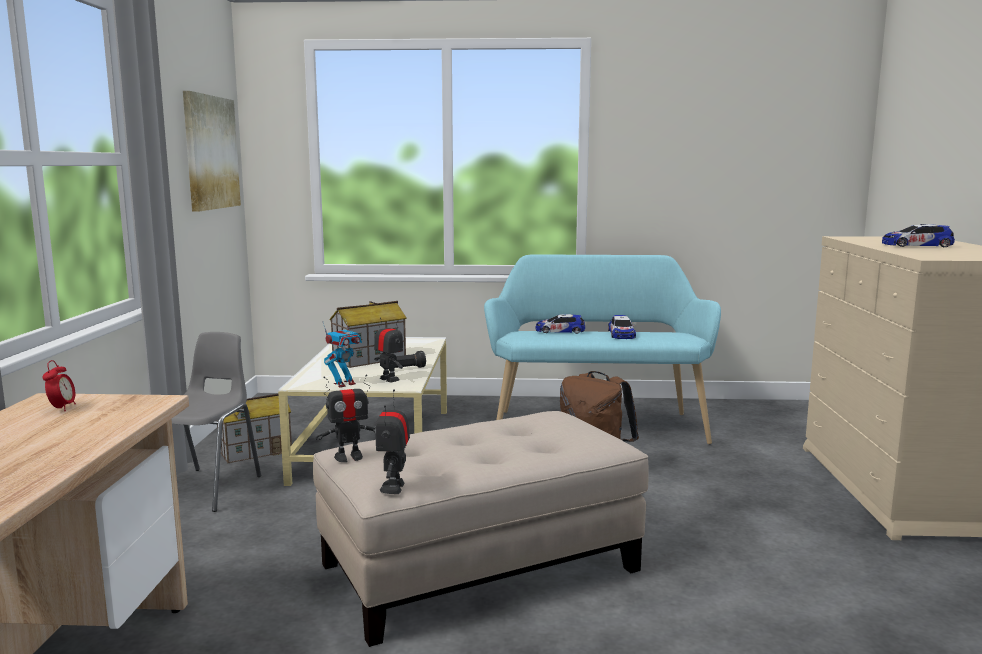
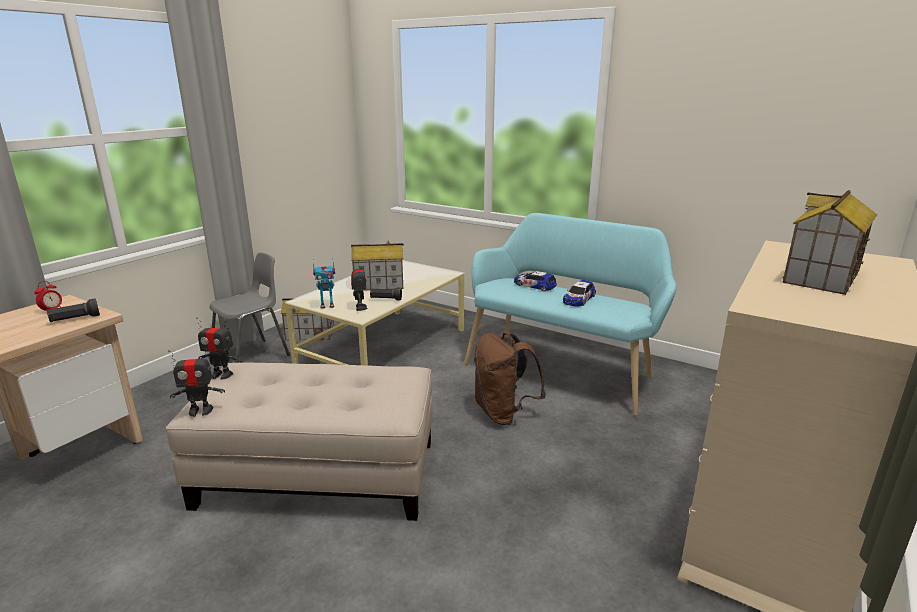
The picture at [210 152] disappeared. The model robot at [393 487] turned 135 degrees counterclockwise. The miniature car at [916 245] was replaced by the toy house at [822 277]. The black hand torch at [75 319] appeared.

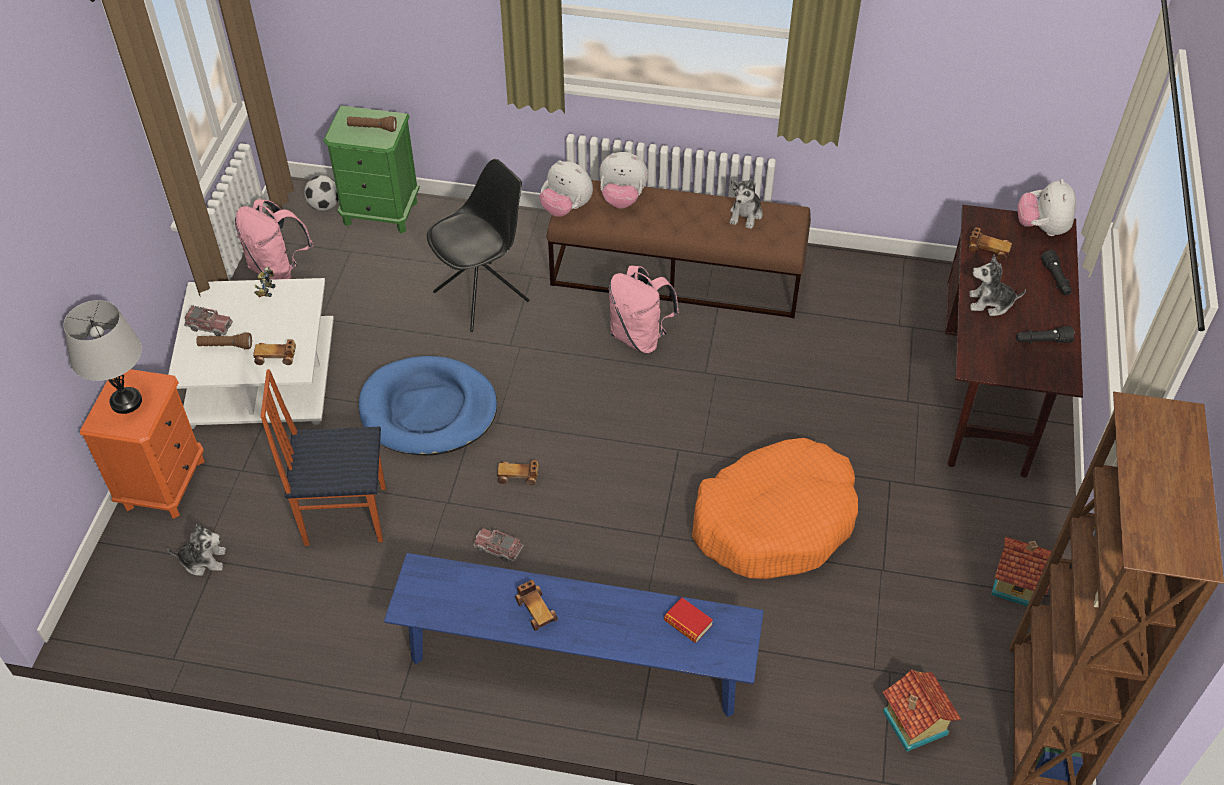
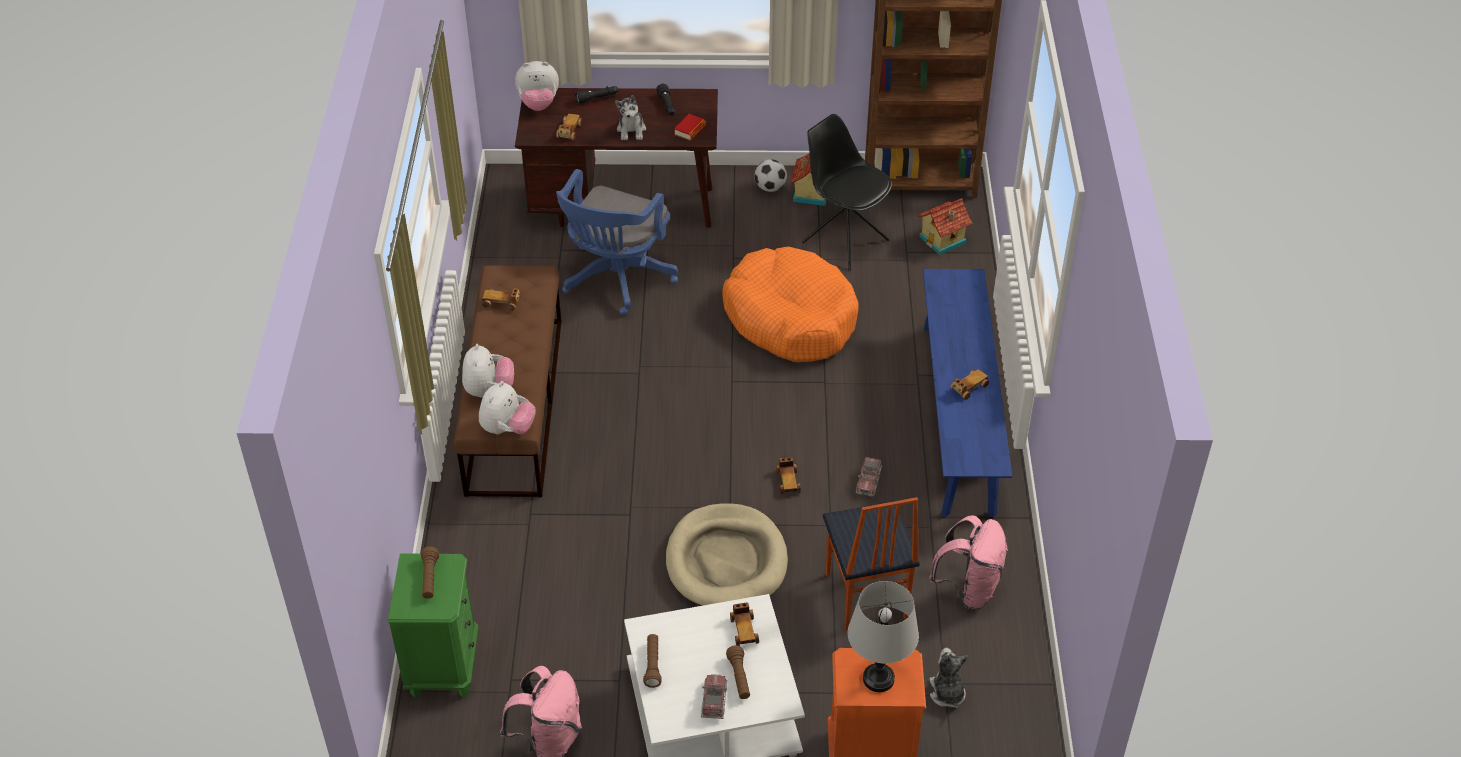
The model robot at [266 290] was replaced by the brown-coloured hand torch at [652 665]. The football ball moved from [325 206] to [770 188]. The blue pet bed at [428 410] became the beige pet bed at [726 561]. The black plain chair moved from [483 296] to [844 240]. The pinkish knapsack moved from [639 337] to [968 589]. The volume moved from [688 623] to [690 130]. The soft toy at [746 215] was replaced by the miniature car at [502 303]. The blue desk chair at [615 280] appeared.

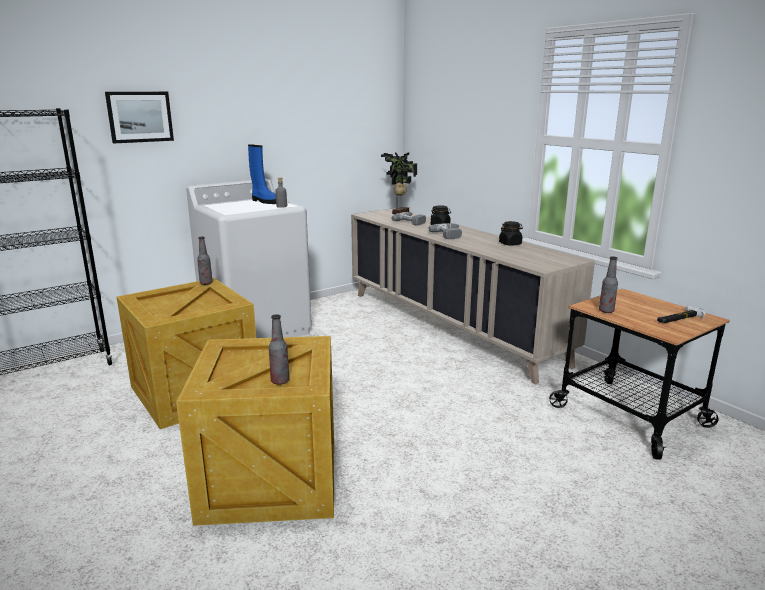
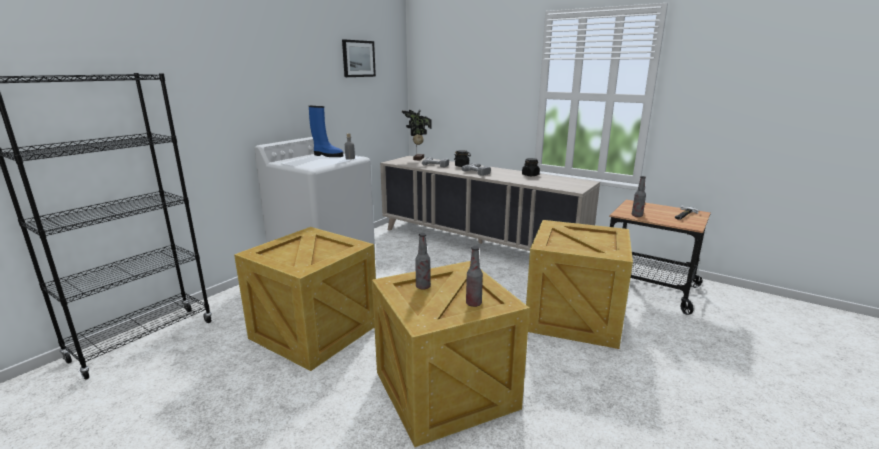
The picture moved from [140 117] to [358 58]. The bottle moved from [206 283] to [423 287]. The crate at [572 316] appeared.

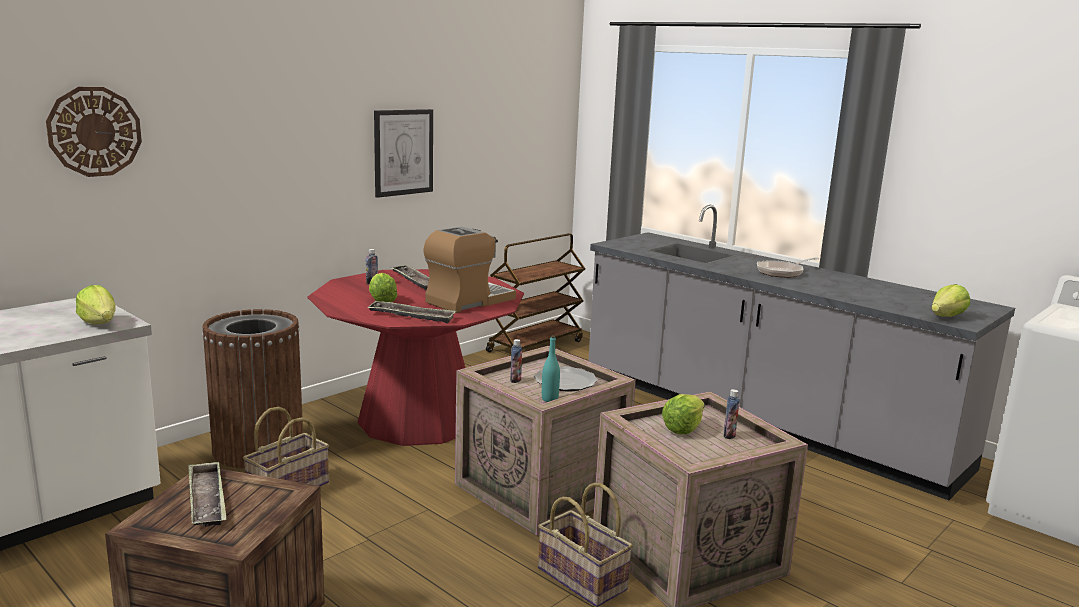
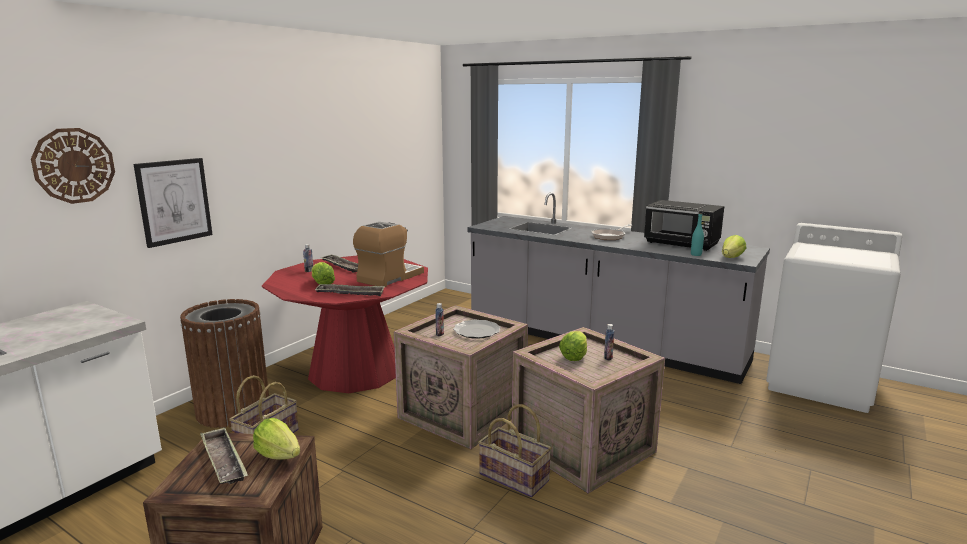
The head of lettuce moved from [100 323] to [279 455]. The picture moved from [403 152] to [174 201]. The brown-coloured cart at [535 346] disappeared. The blue-green bottle moved from [549 399] to [696 254]. The black kitchen microwave at [682 244] appeared.

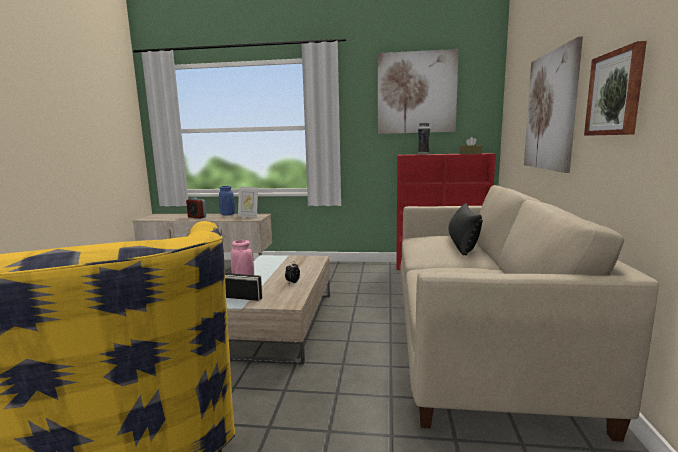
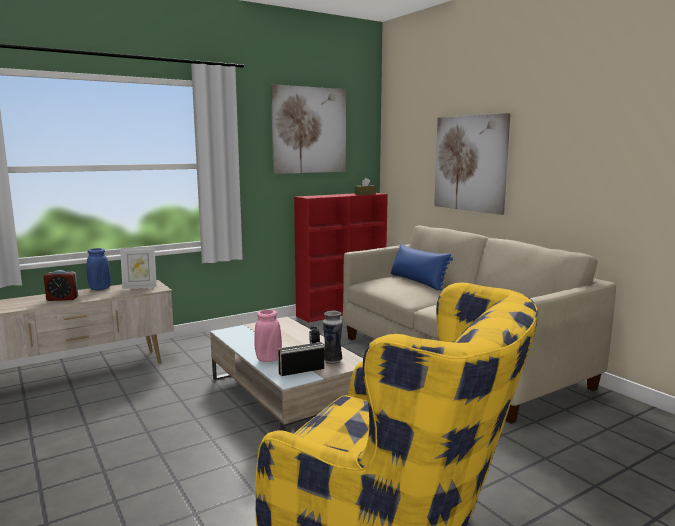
The decorative vase moved from [423 154] to [332 361]. The black throw pillow at [462 244] became the blue throw pillow at [417 282]. The picture at [615 93] disappeared.

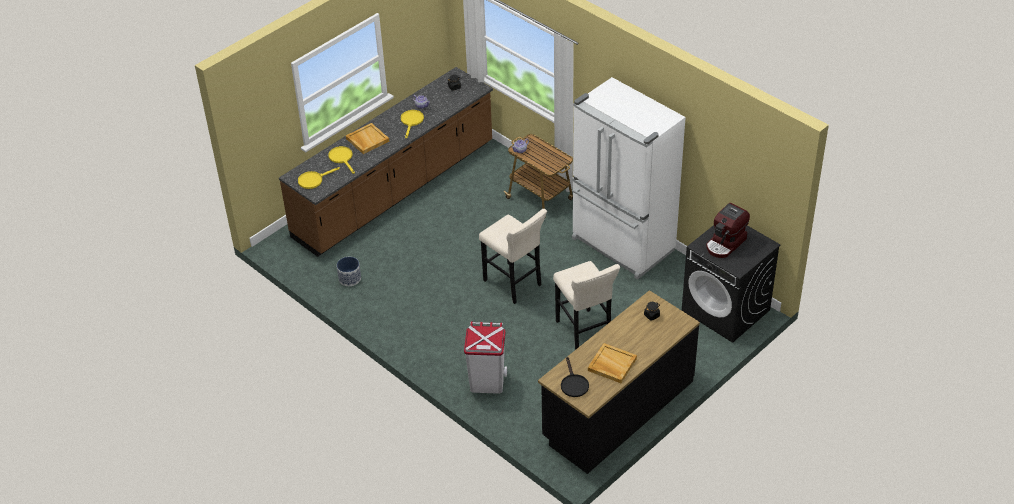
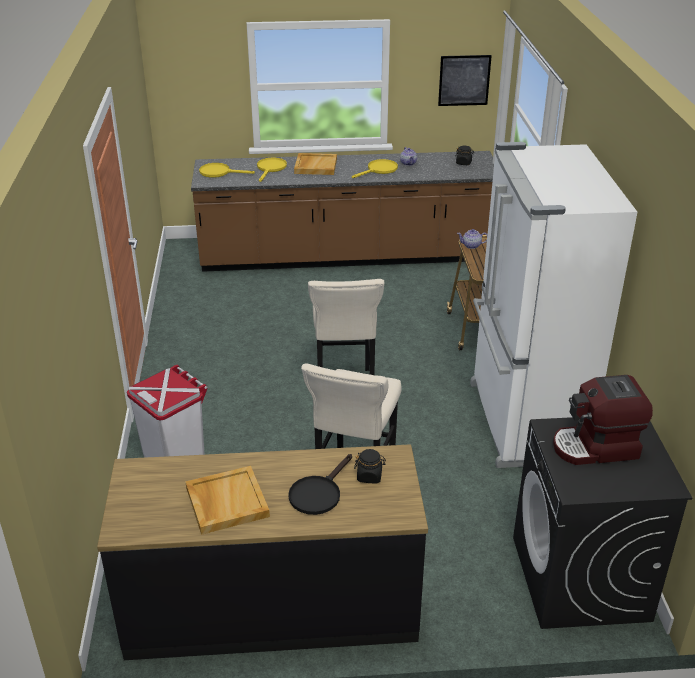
The planter at [349 278] disappeared. The black frying pan moved from [573 384] to [318 493]. The picture at [464 80] appeared.

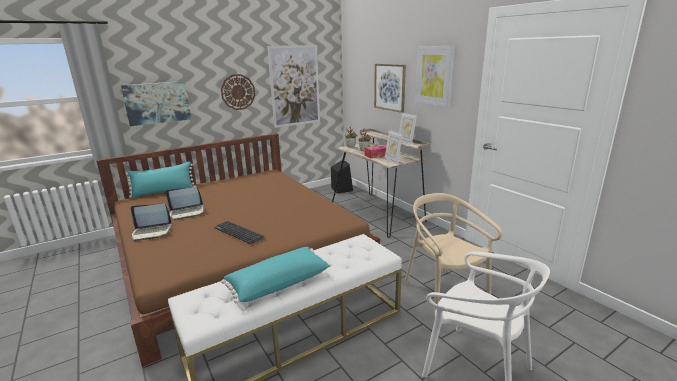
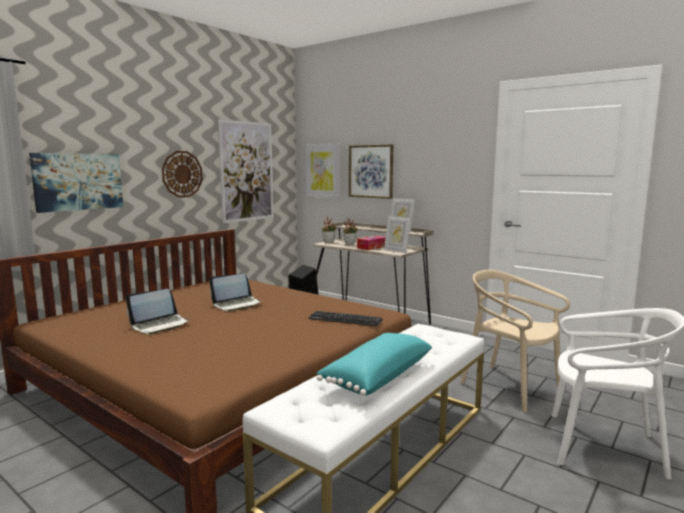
The blue-green throw pillow at [164 192] disappeared. The laptop moved from [152 232] to [237 304]. The PC keyboard moved from [238 233] to [345 319]. The picture moved from [434 76] to [323 171].

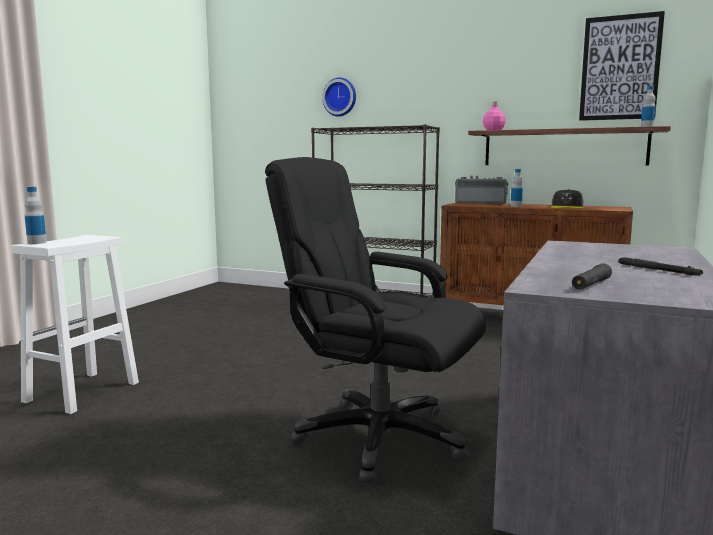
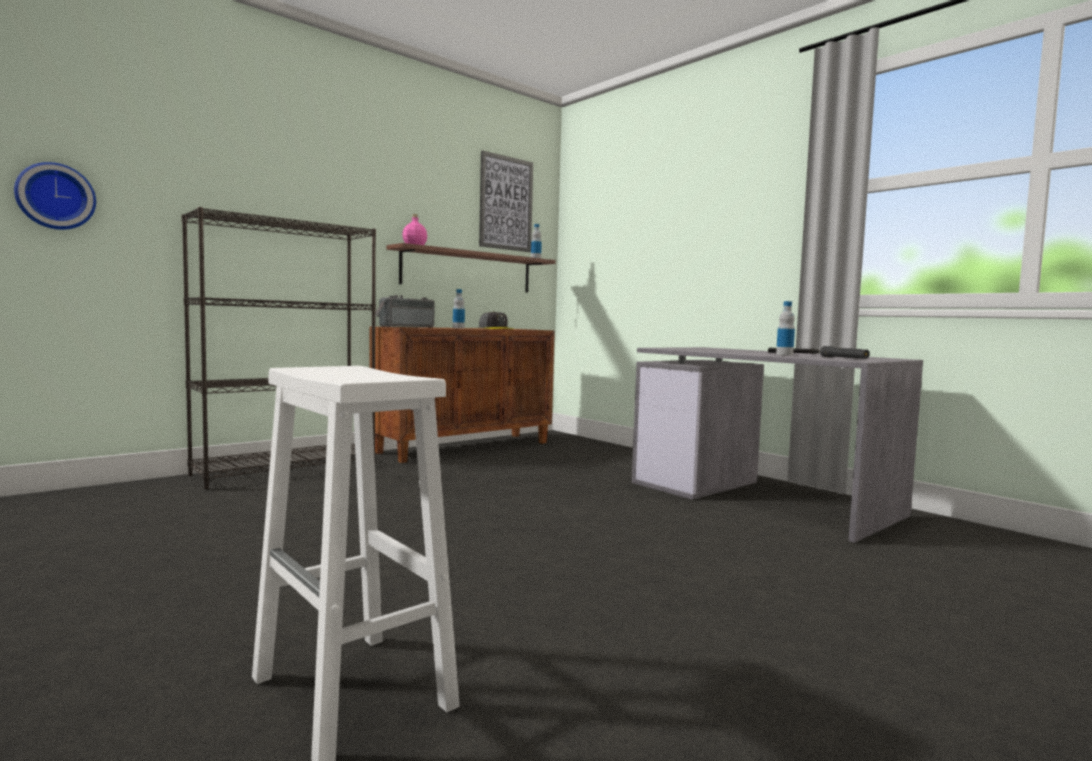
The bottle moved from [37 242] to [784 355]. The black desk chair at [378 438] disappeared. The clock on the wall moved from [340 97] to [55 197].

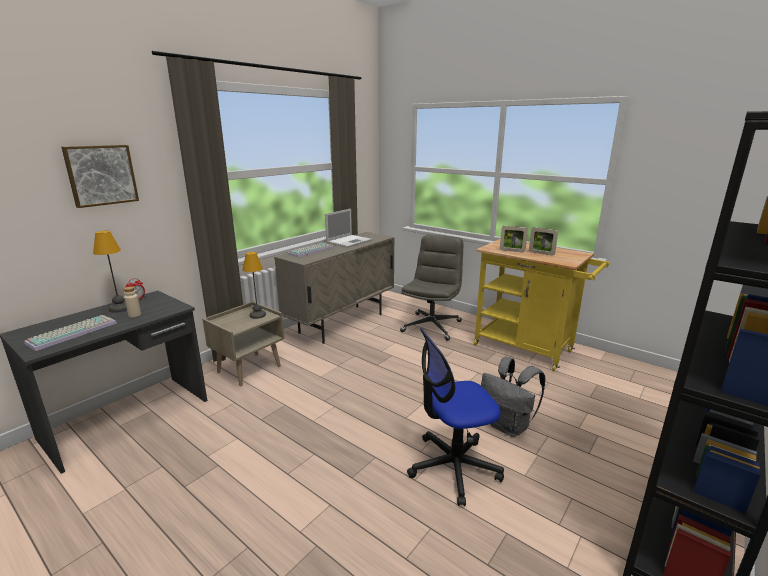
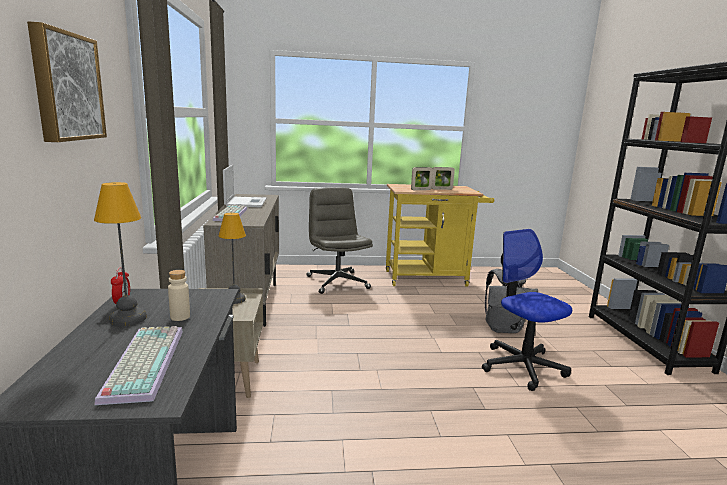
The desk chair at [453 467] turned 120 degrees clockwise.

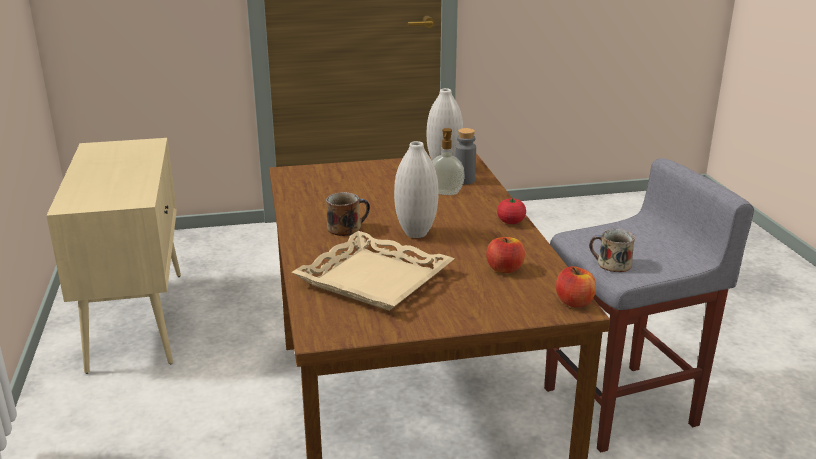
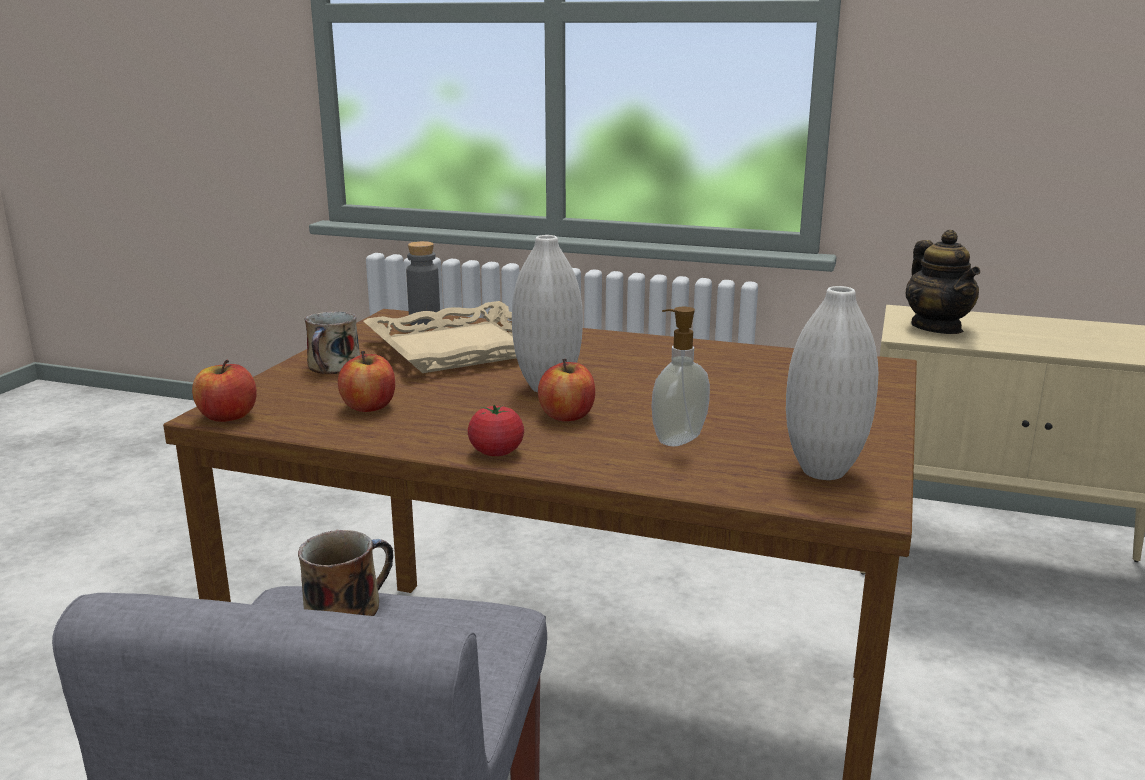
The mug moved from [346 228] to [333 367]. The grey bottle moved from [464 180] to [425 322]. The whole apple at [567 416] appeared. The teapot at [937 328] appeared.

